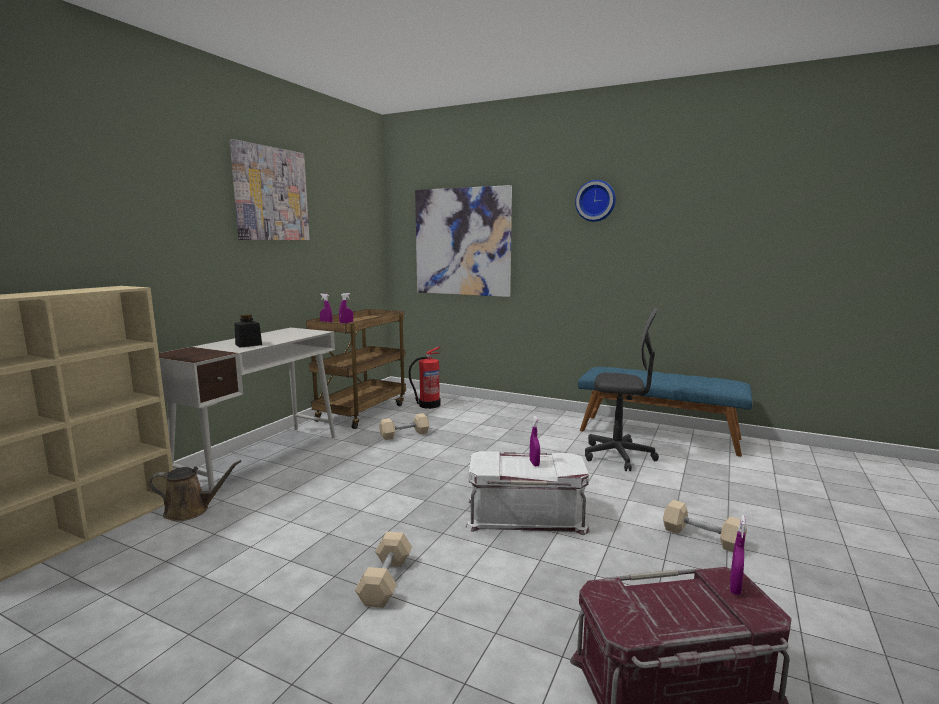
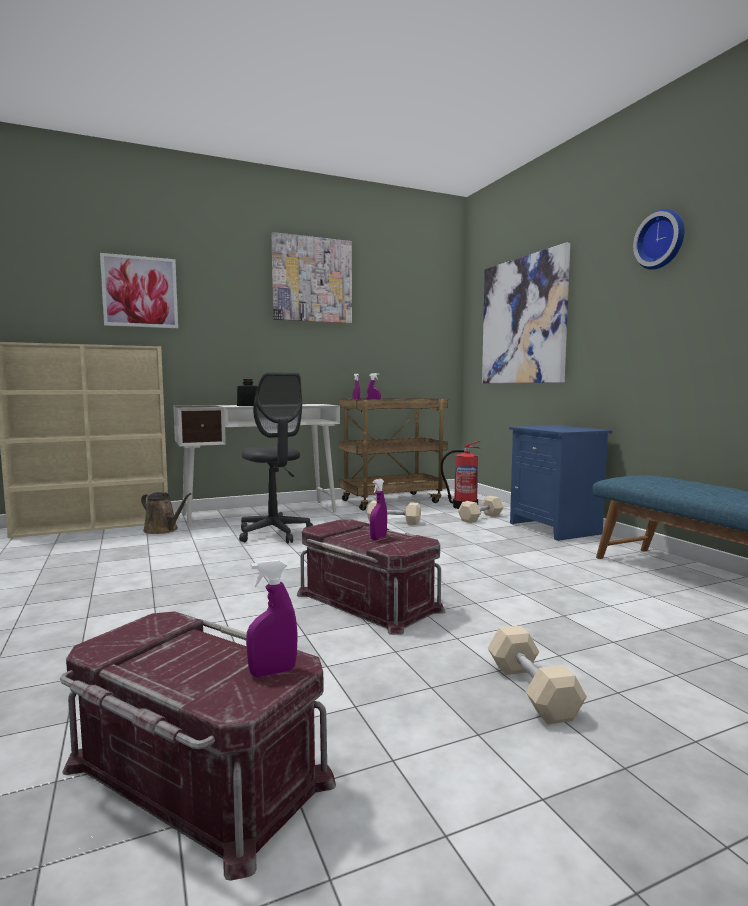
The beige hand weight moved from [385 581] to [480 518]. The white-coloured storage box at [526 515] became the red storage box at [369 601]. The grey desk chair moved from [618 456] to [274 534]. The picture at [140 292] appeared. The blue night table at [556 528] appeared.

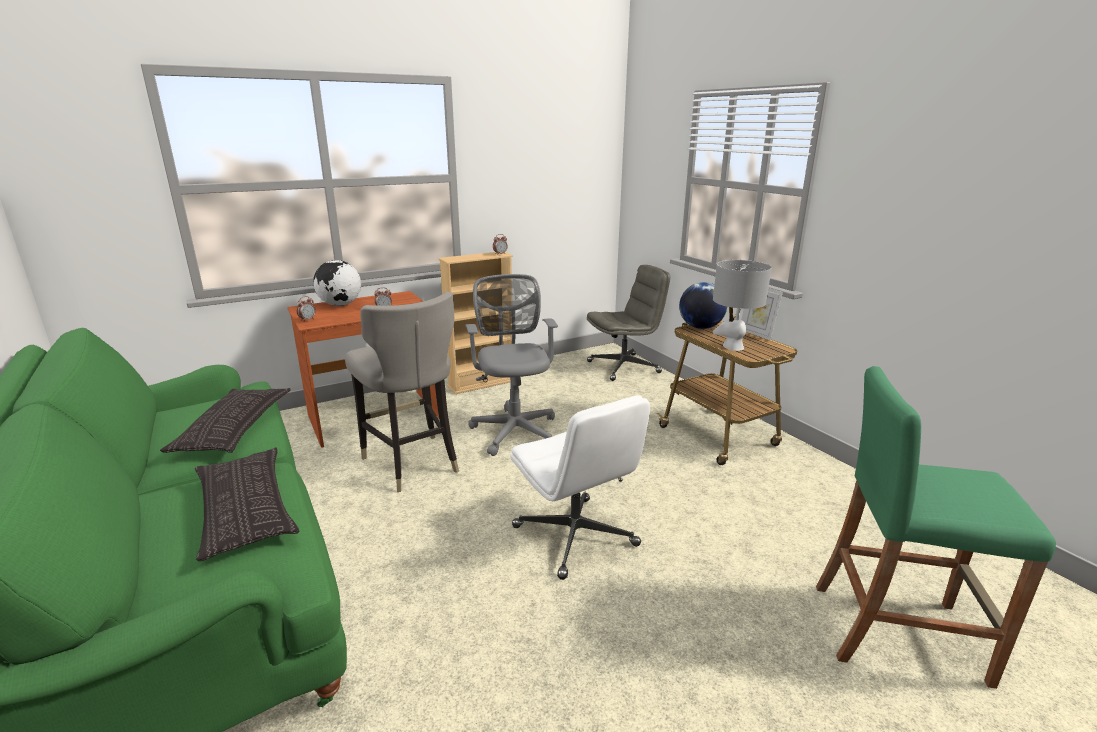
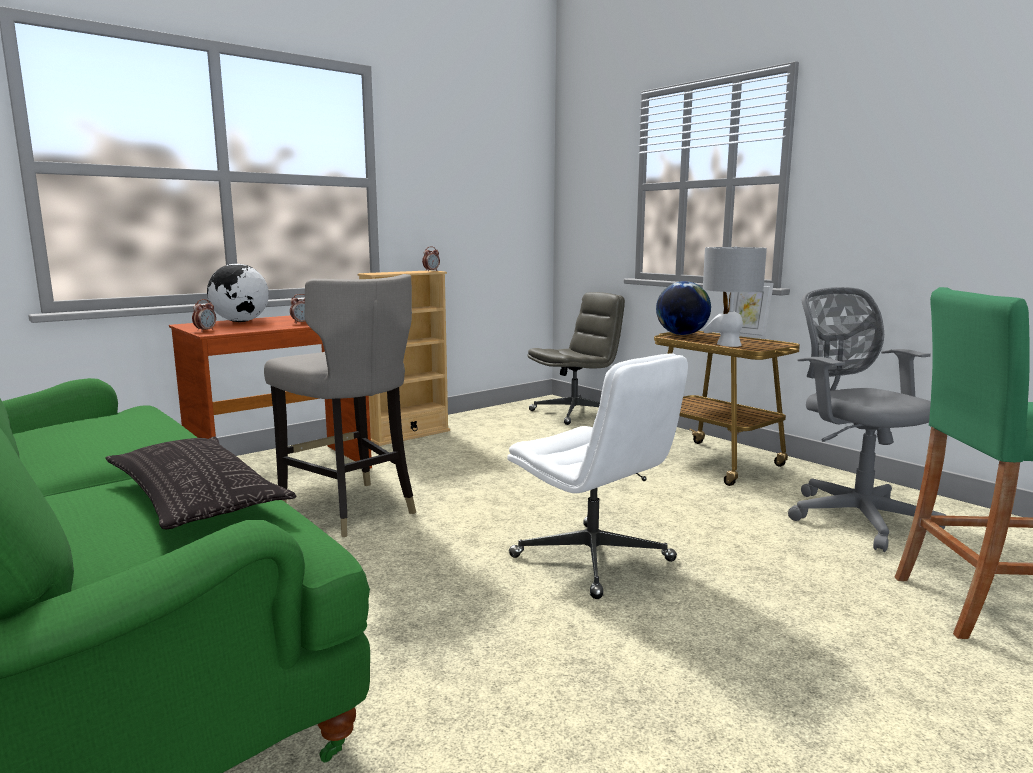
The throw pillow at [234 427] disappeared. The grey desk chair moved from [514 429] to [854 516].

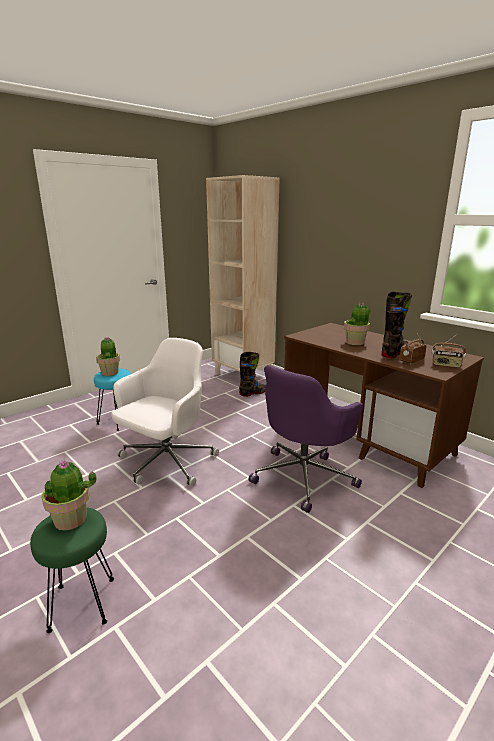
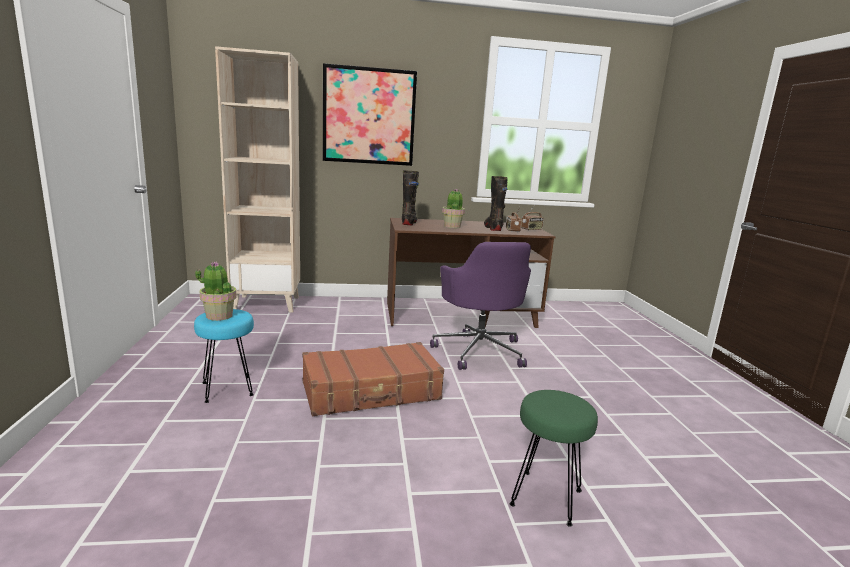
The potted plant at [71 520] disappeared. The white-coloured desk chair at [166 462] was replaced by the brown-coloured suitcase at [371 392]. The black tall boot moved from [253 393] to [409 223]. The picture at [369 116] appeared.

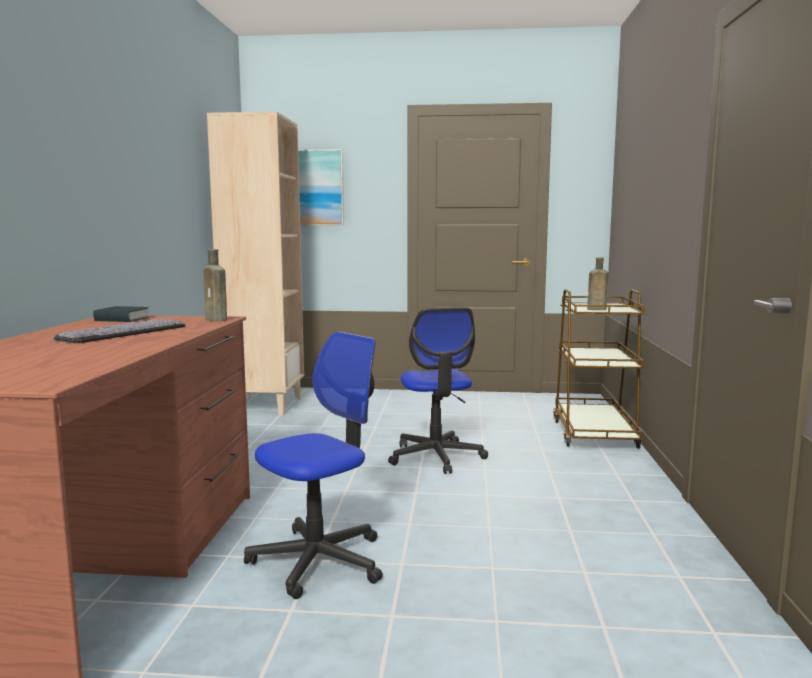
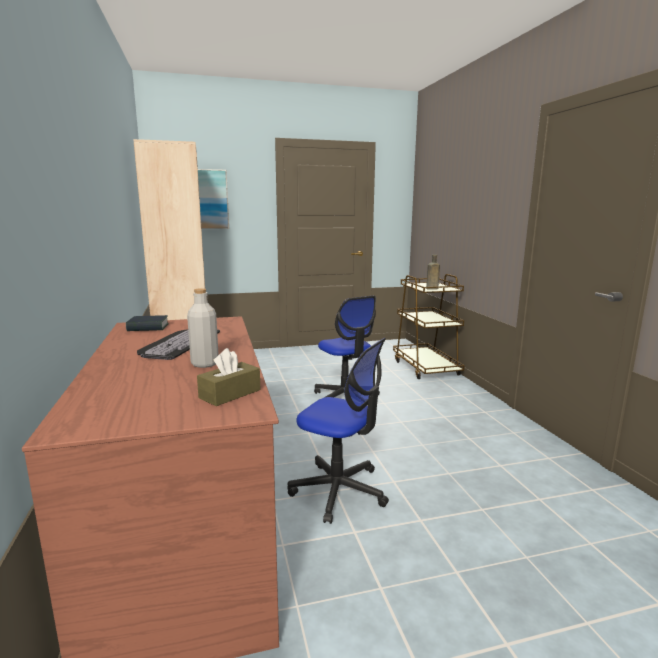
The brown-coloured bottle at [217 320] disappeared. The desk chair at [318 561] turned 90 degrees clockwise. The grey bottle at [205 364] appeared. The brown-coloured box of tissues at [230 394] appeared.

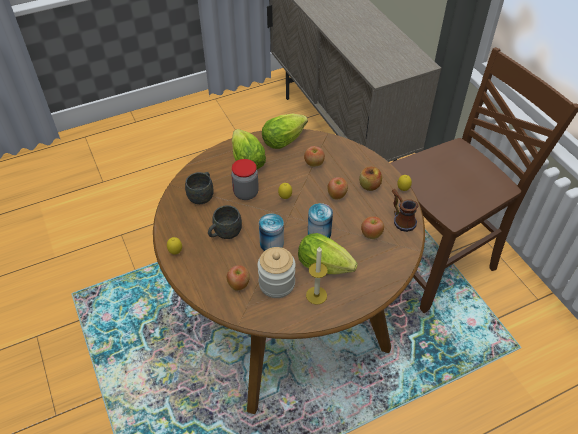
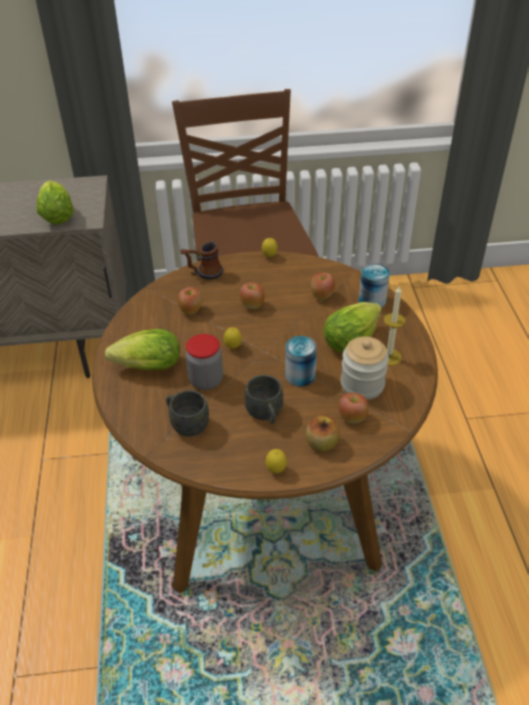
The head of lettuce moved from [285 140] to [57 214]. The sealed can moved from [319 233] to [372 300]. The whole apple moved from [369 186] to [322 443]. The mug moved from [400 219] to [203 273].

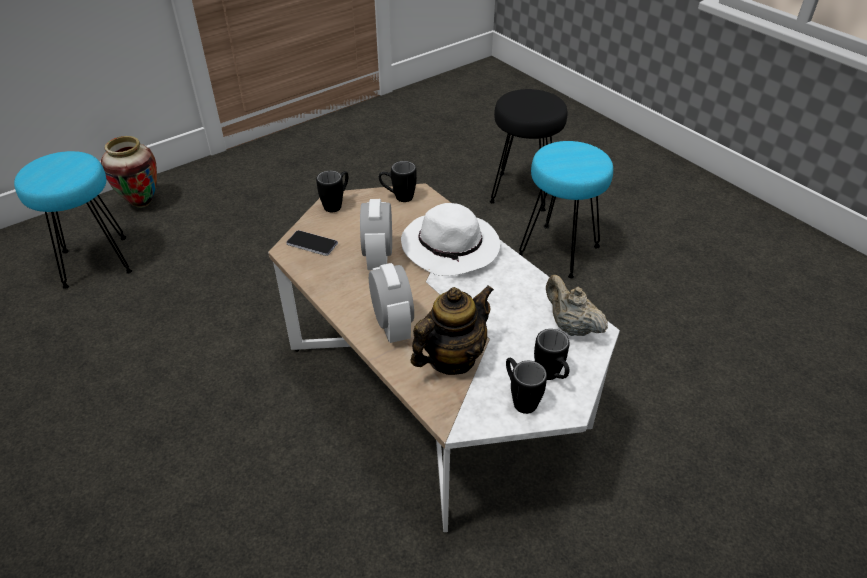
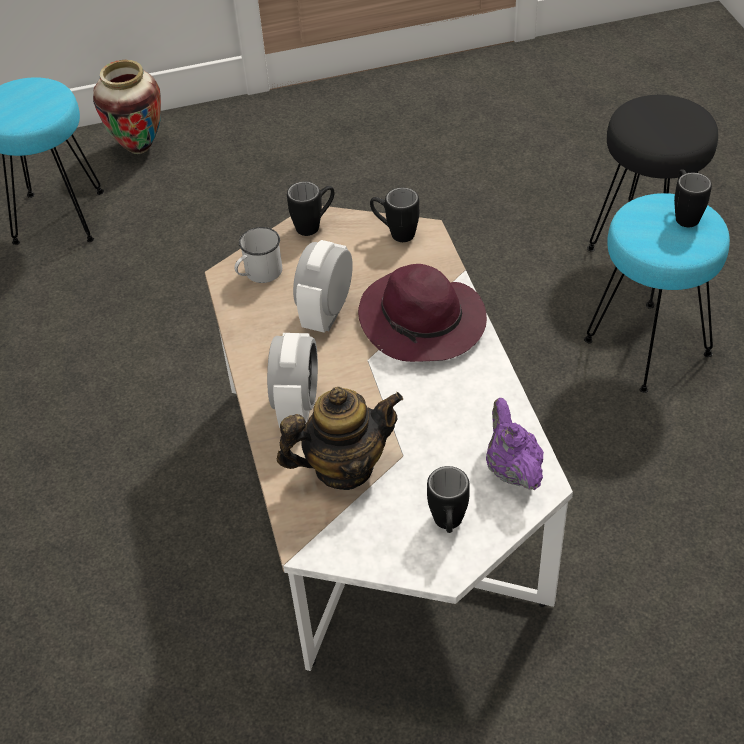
The telephone at [312 244] was replaced by the white-coloured mug at [259 274]. The white-coloured wearable hat at [452 248] became the purplish wearable hat at [423 322]. The black mug moved from [520 398] to [684 214]. The beige teapot at [570 326] became the purplish teapot at [512 469].

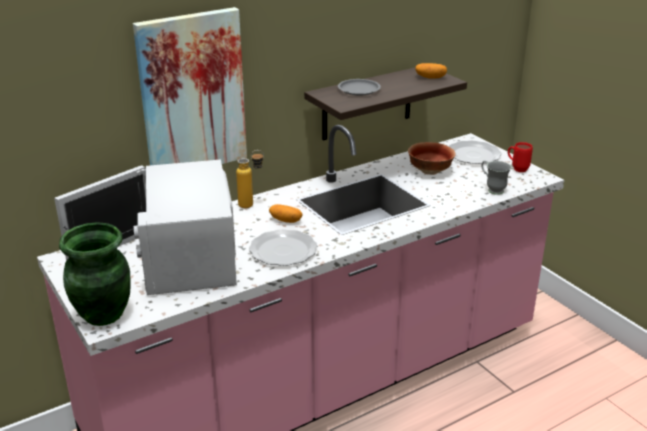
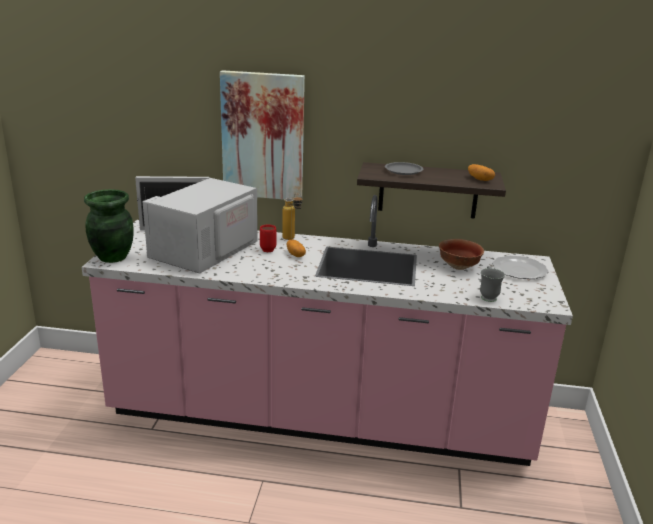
The plate at [282 251] disappeared. The red mug moved from [517 168] to [268 249].

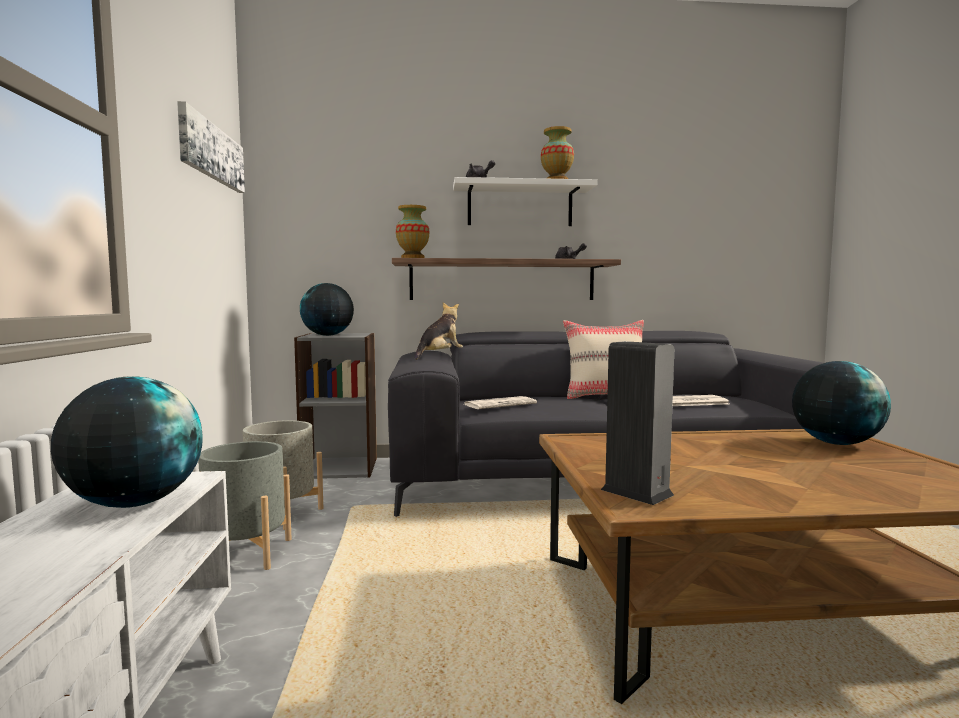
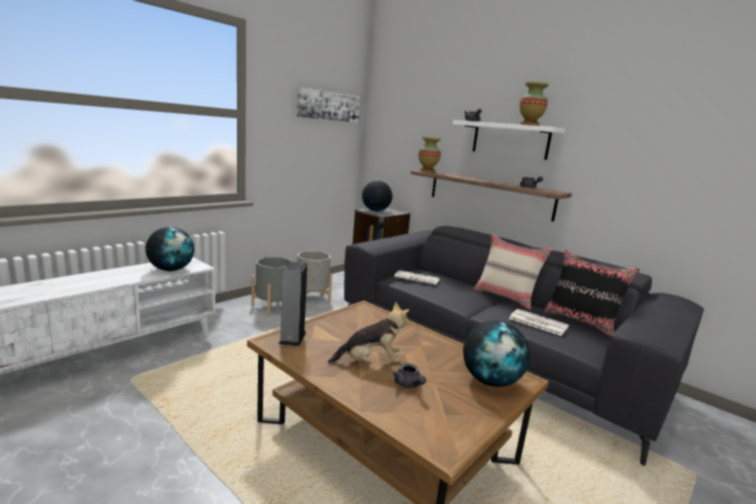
The soft toy moved from [439 356] to [370 362]. The grey teapot at [409 385] appeared. The black throw pillow at [581 321] appeared.

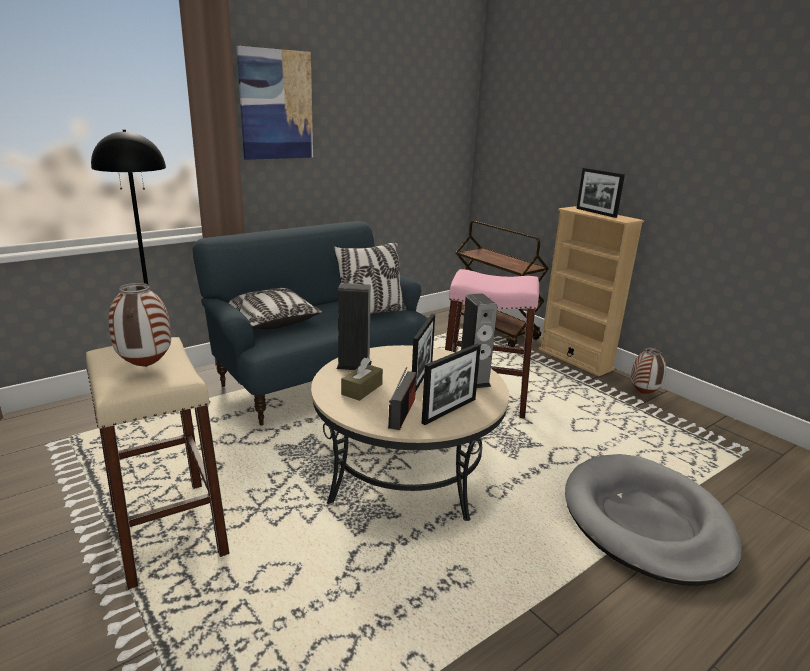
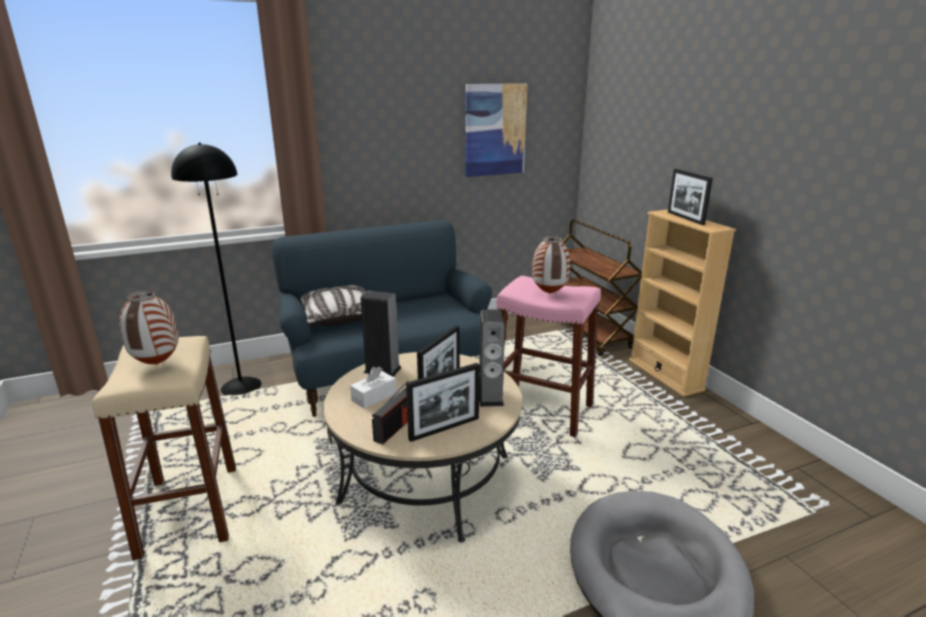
The picture moved from [276 105] to [495 130]. The throw pillow at [370 313] disappeared. The brown-coloured box of tissues at [362 389] became the white-coloured box of tissues at [374 397]. The decorative vase moved from [642 393] to [548 293].

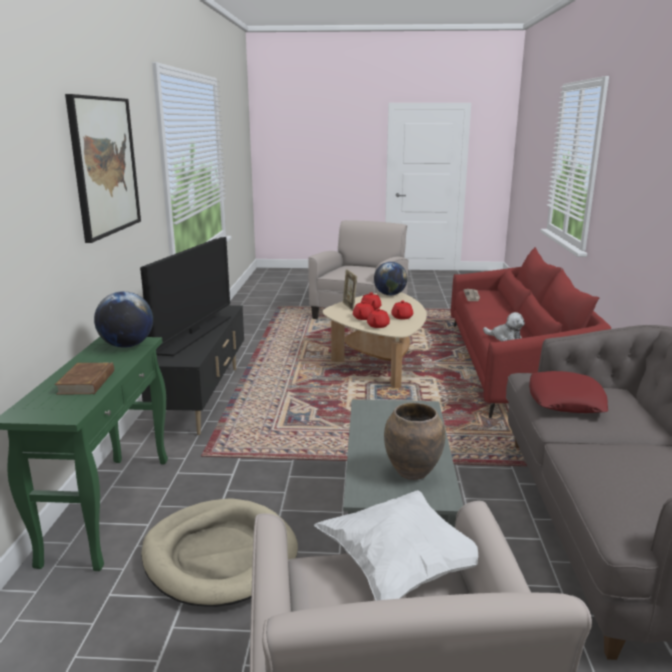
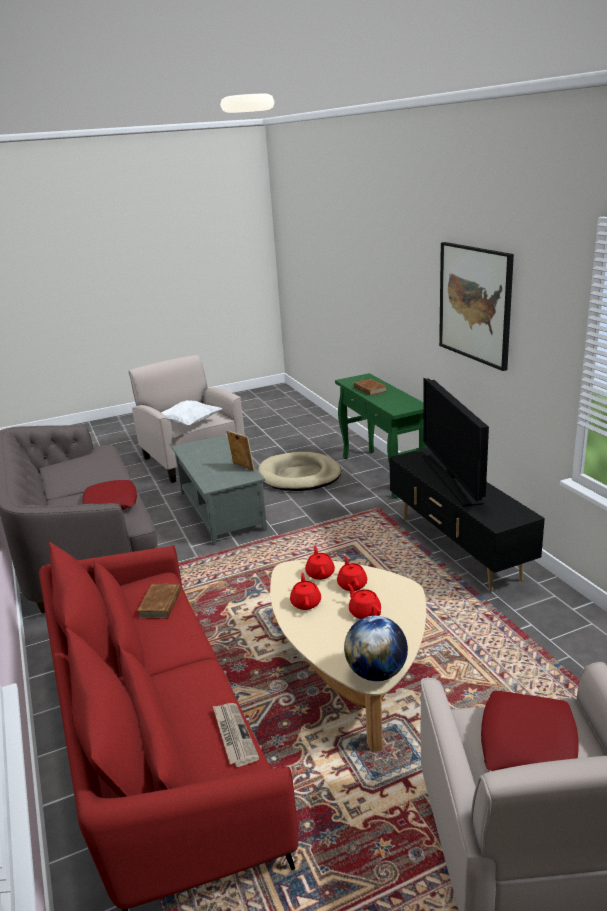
The world globe at [127 345] disappeared. The photo frame moved from [349 307] to [242 467]. The brown-coloured decorative vase at [412 472] disappeared. The soft toy at [505 337] was replaced by the brown-coloured volume at [160 604]. The red throw pillow at [528 744] appeared.

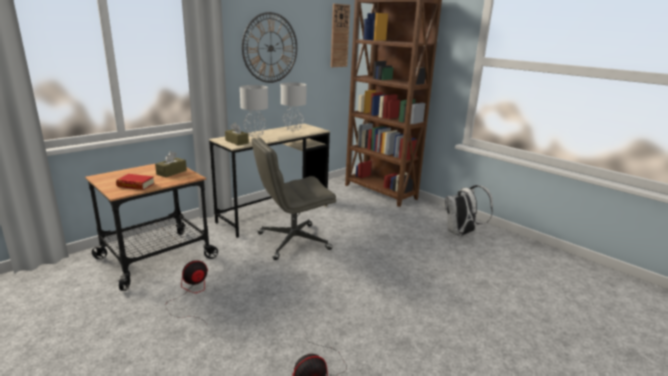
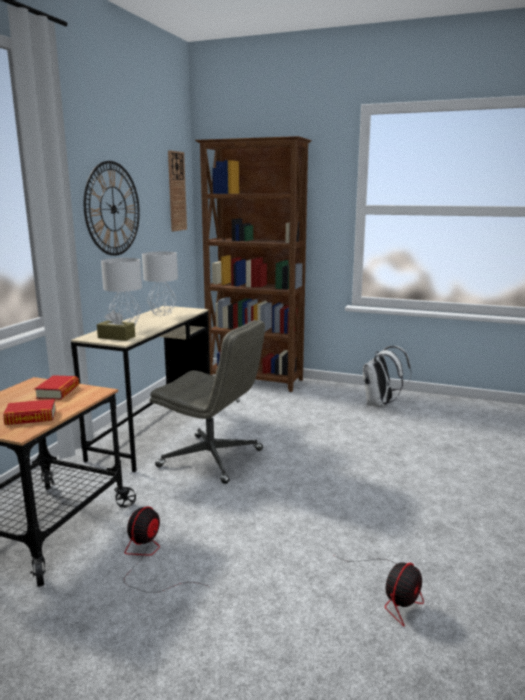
The brown-coloured box of tissues at [171 172] was replaced by the volume at [58 392]. The grey desk chair at [292 242] turned 105 degrees counterclockwise.

